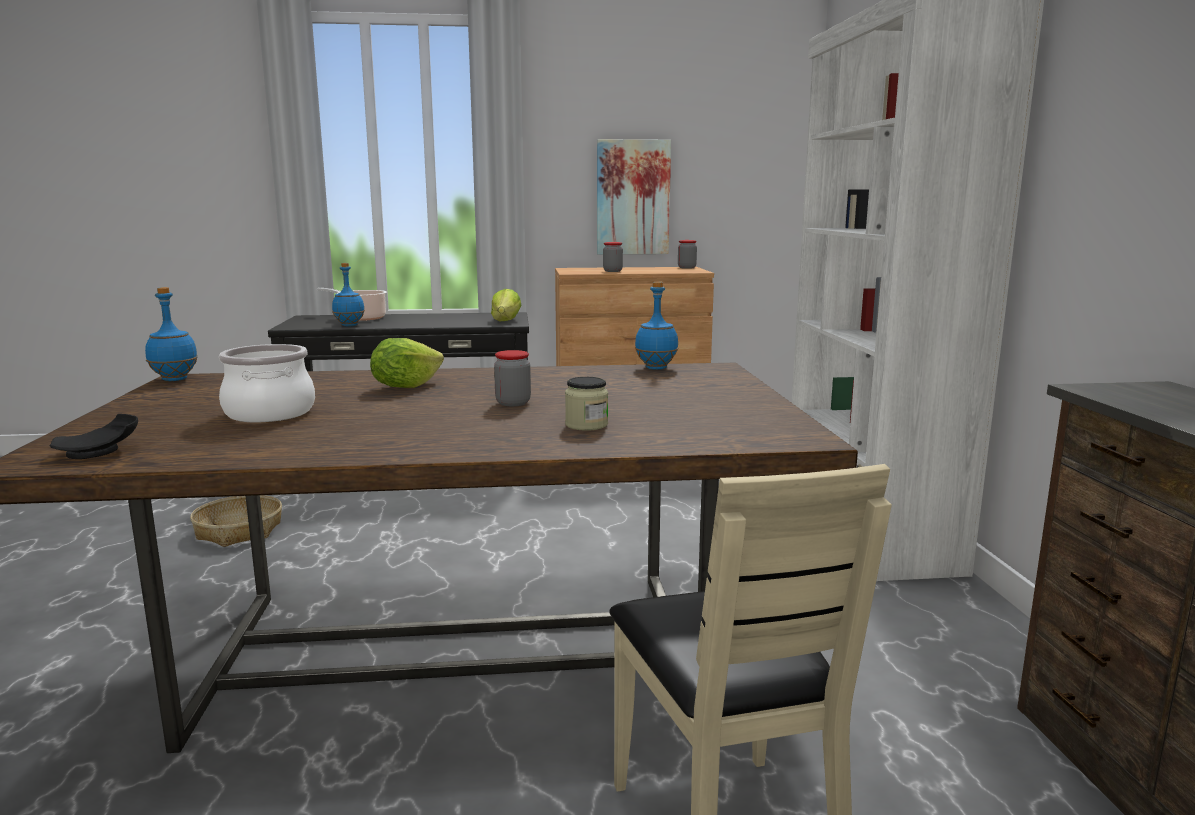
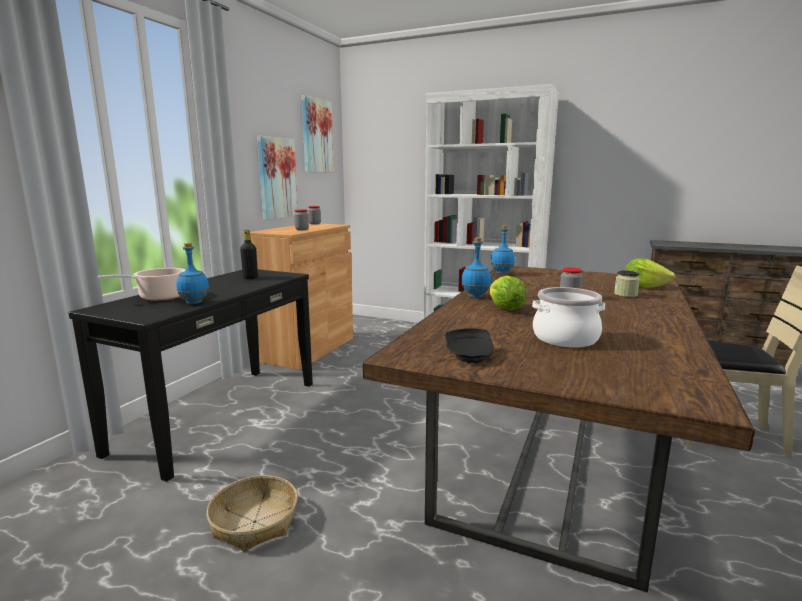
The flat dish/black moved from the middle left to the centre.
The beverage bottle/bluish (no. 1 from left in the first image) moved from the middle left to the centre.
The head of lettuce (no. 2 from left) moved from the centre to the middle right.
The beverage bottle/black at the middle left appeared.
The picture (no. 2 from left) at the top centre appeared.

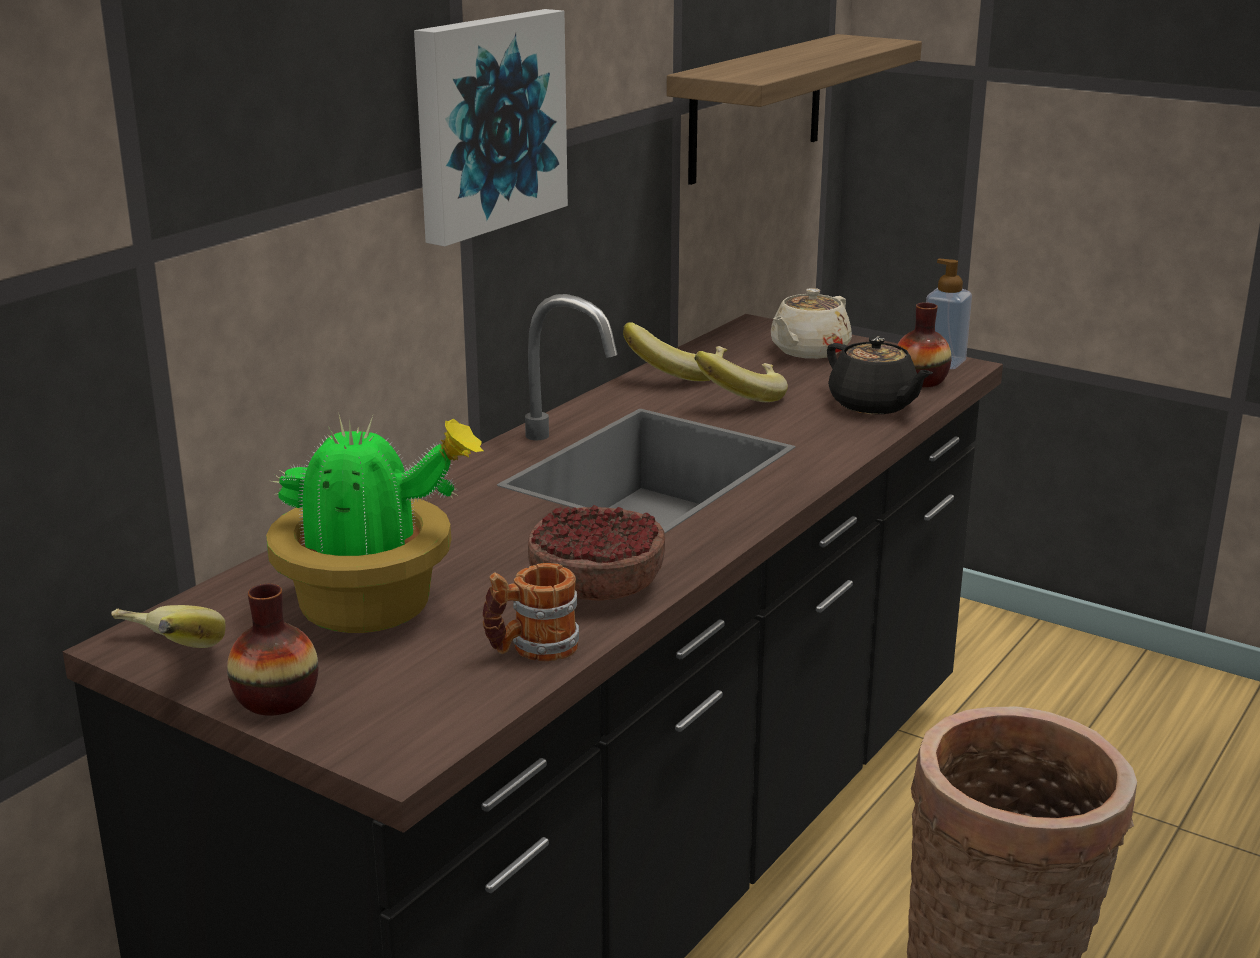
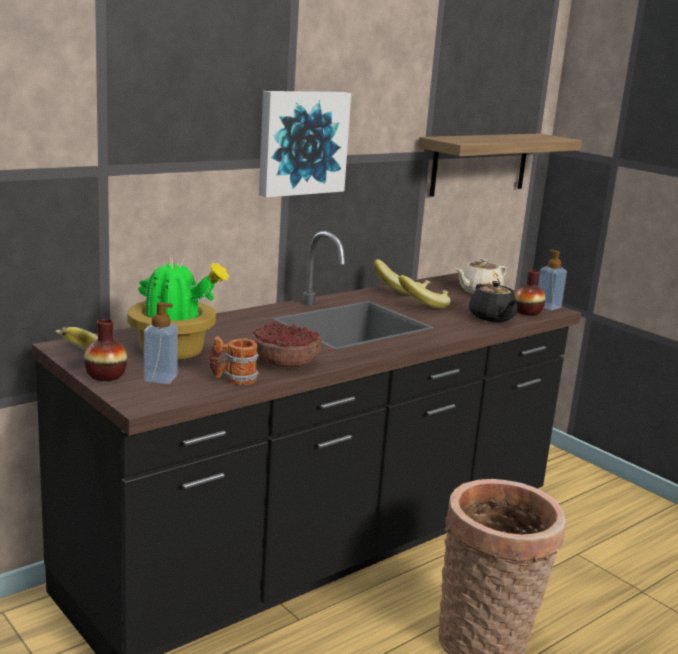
The liquid soap bottle (no. 1 from left) at the middle left appeared.

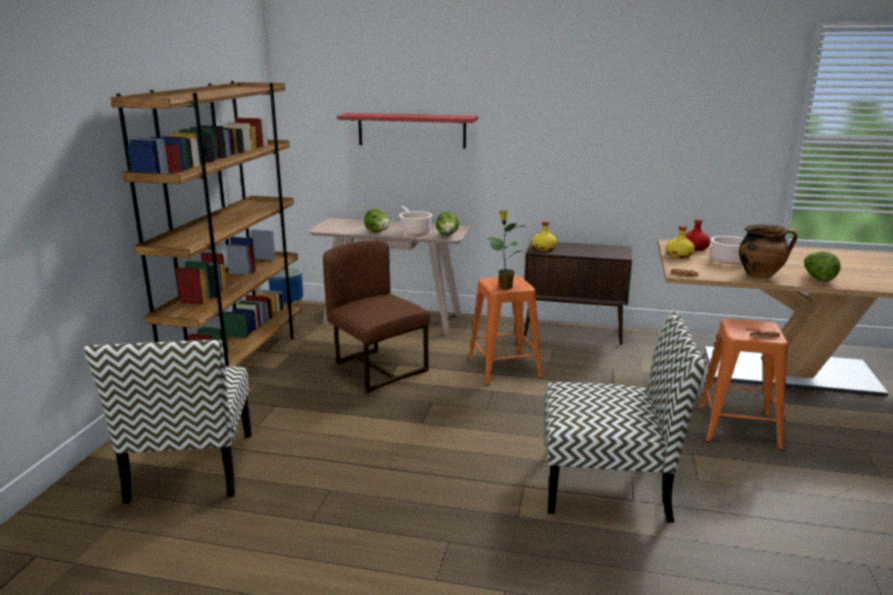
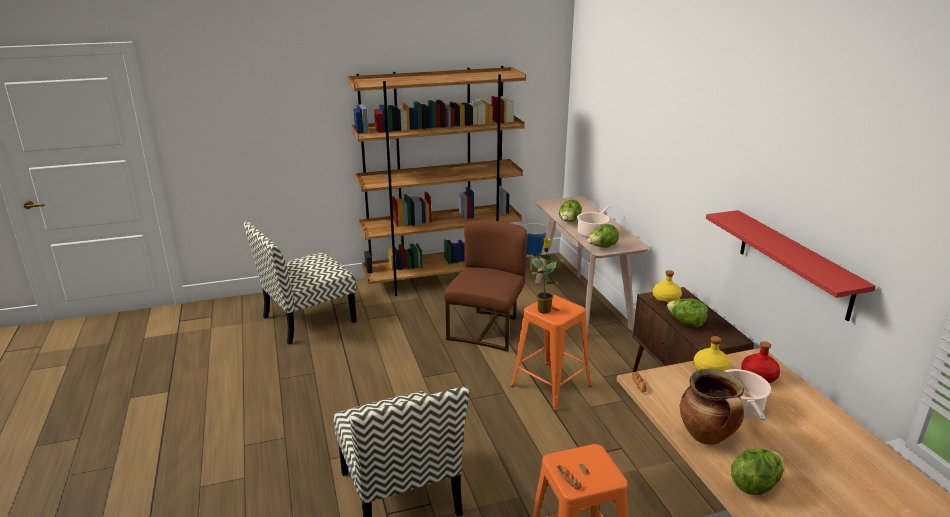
The shelf/red-coloured moved from the top centre to the middle right.
The head of lettuce (no. 3 from left) at the middle right appeared.

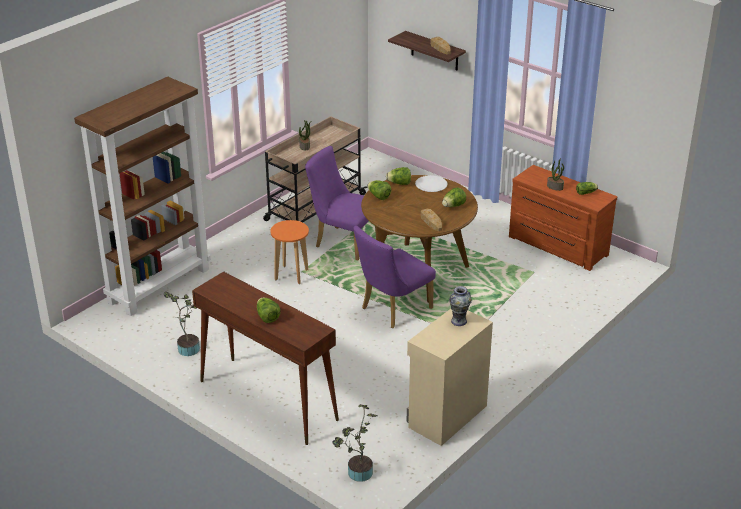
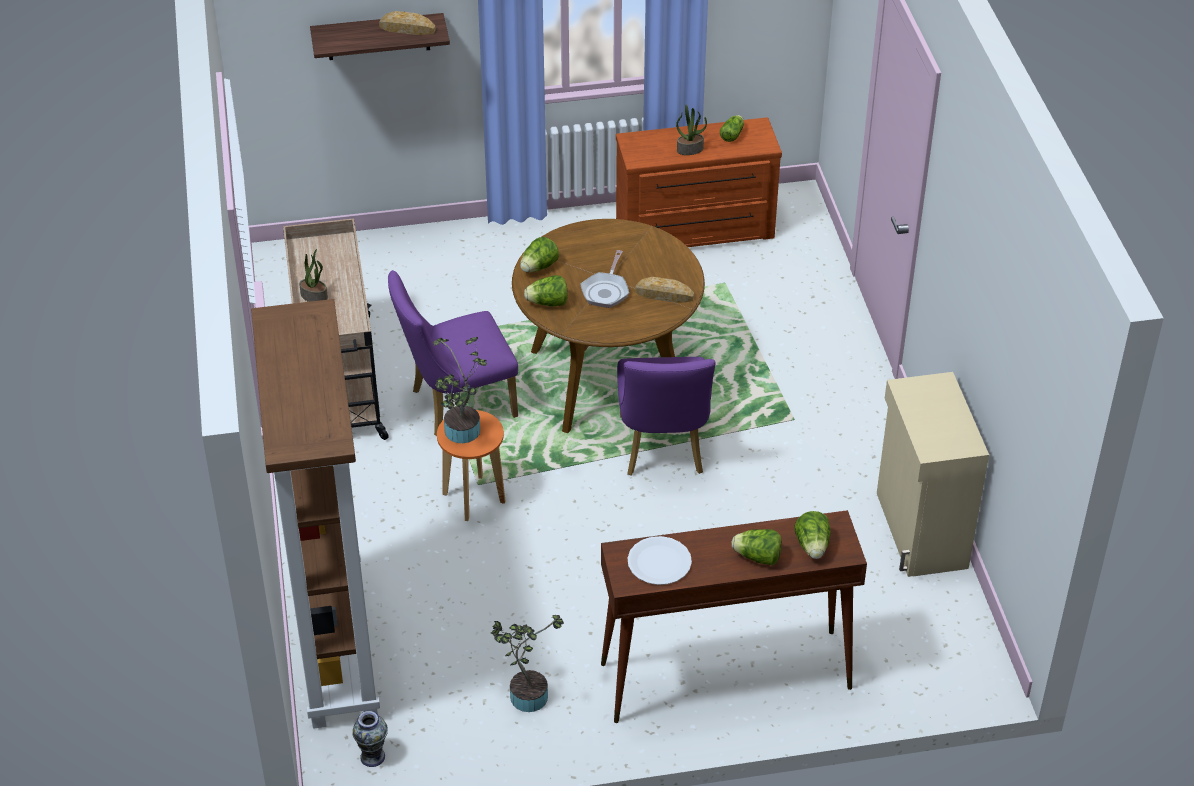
The potted plant (no. 3 from left in the first image) moved from the bottom centre to the centre.
The flat dish/whitish moved from the centre to the bottom centre.
The head of lettuce (no. 4 from left in the first image) moved from the centre to the bottom right.
The vase moved from the centre to the bottom left.
The frying pan at the centre appeared.

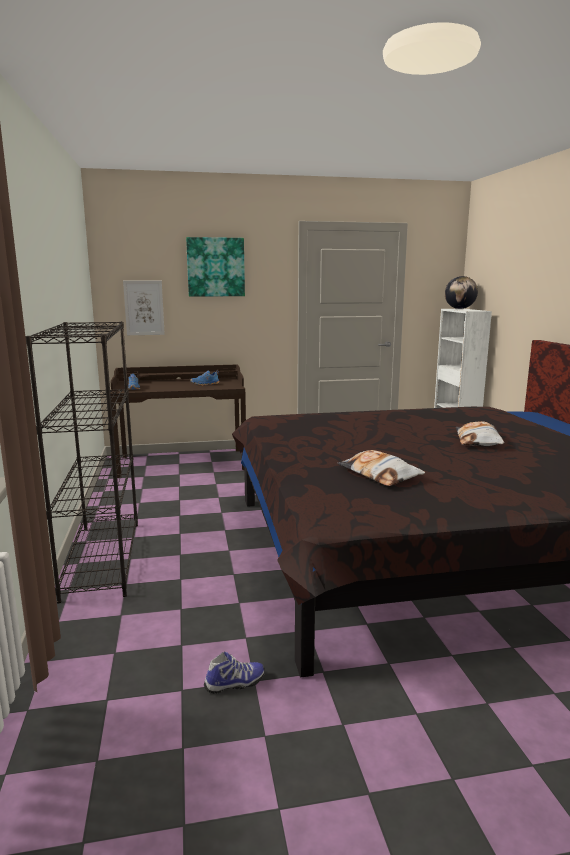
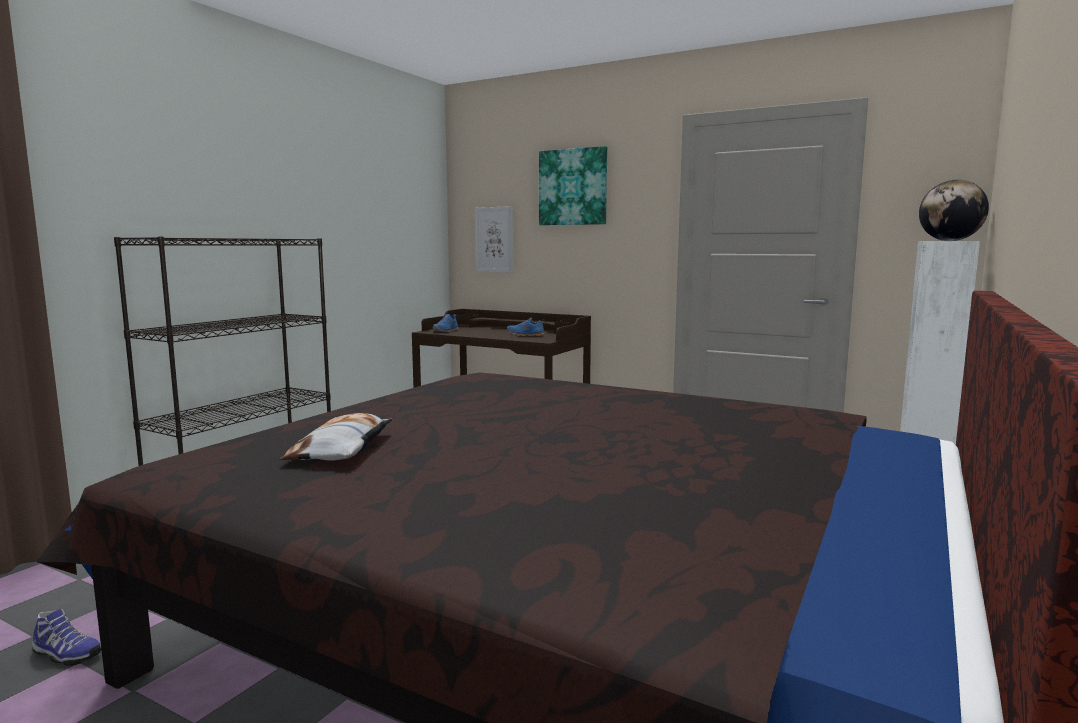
The cushion (no. 2 from left) at the middle right disappeared.

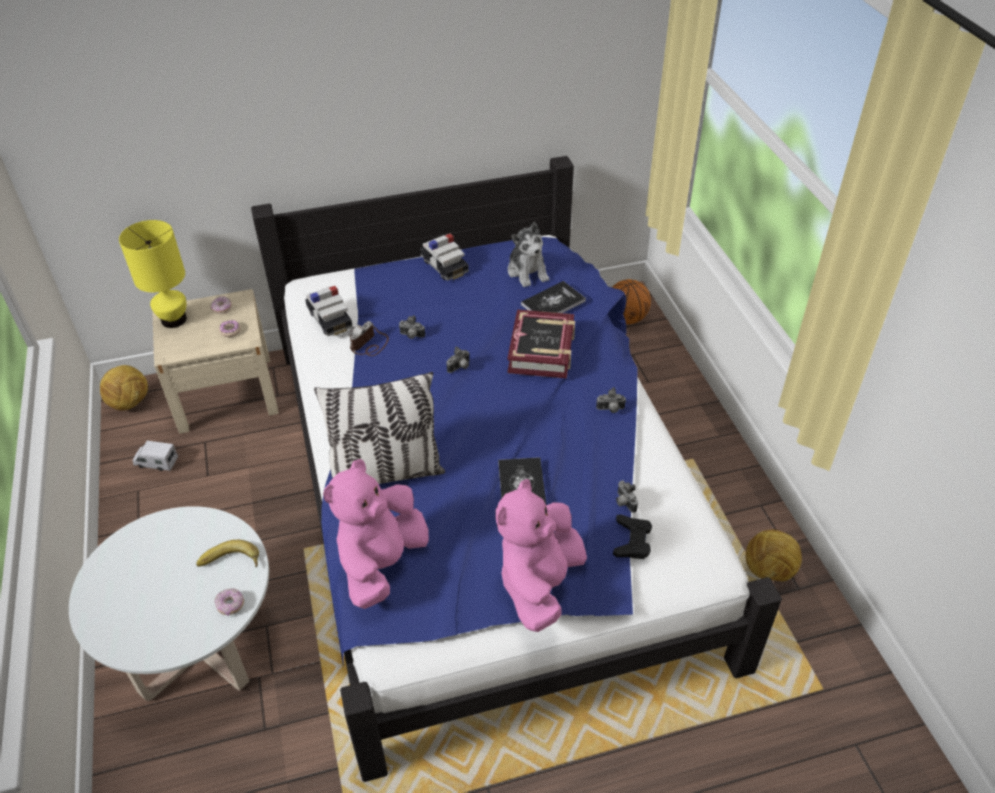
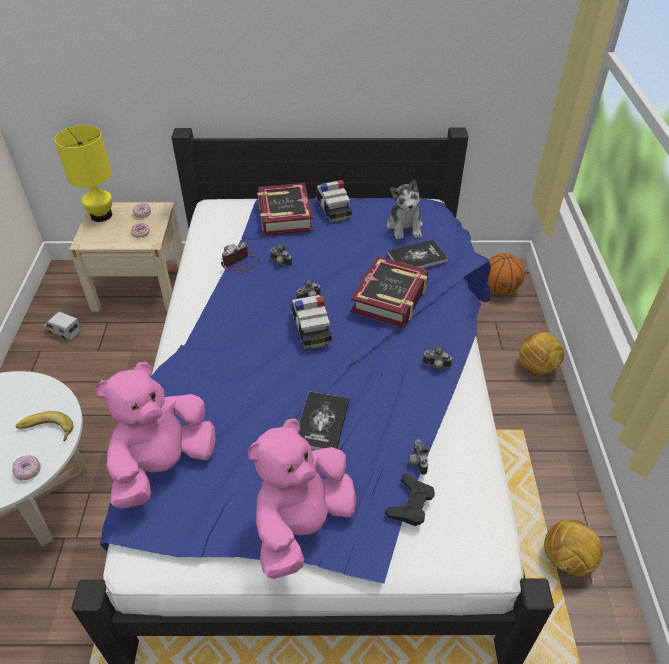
The football ball (no. 1 from left) moved from the middle left to the middle right.
The model car (no. 1 from left) moved from the middle left to the centre.
The cushion at the centre disappeared.
The volume (no. 1 from left) at the top centre appeared.

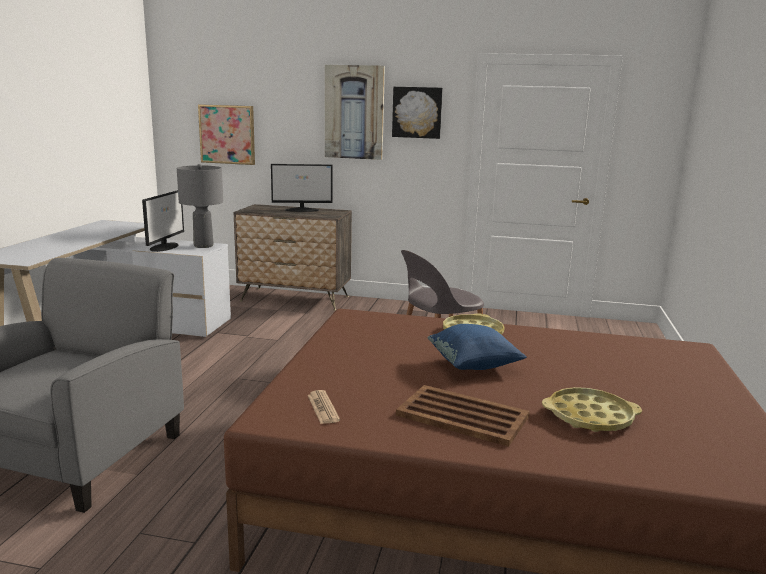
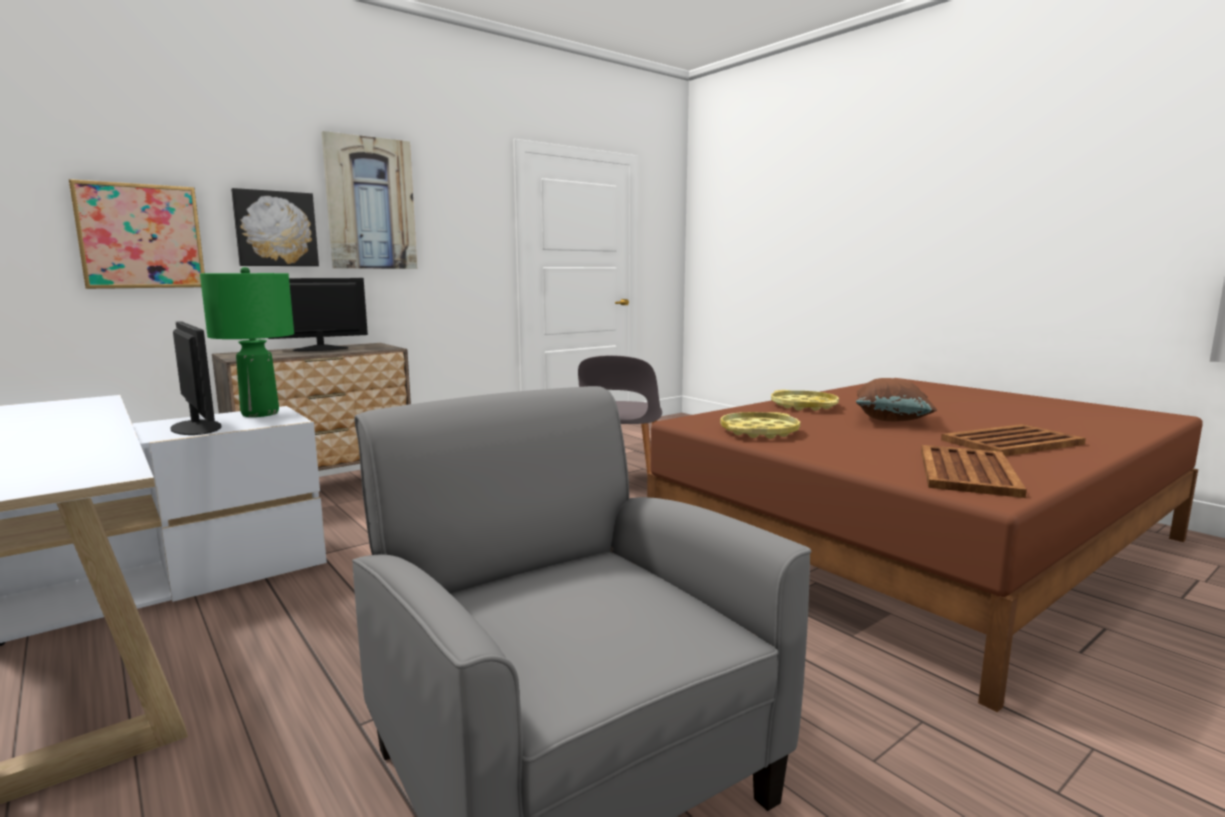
The tabletop lamp/gray at the middle left became the tabletop lamp/green-coloured at the middle left.
The computer display (no. 2 from left) at the top centre turned 150 degrees counterclockwise.
The daily paper at the bottom centre was replaced by the tray/brown-coloured (no. 1 from left) at the middle right.
The picture (no. 3 from left in the first image) moved from the top centre to the top left.
The cushion/bluish at the centre became the cushion/brown-coloured at the middle right.
The tray/yellow (no. 2 from left in the first image) moved from the bottom right to the centre.

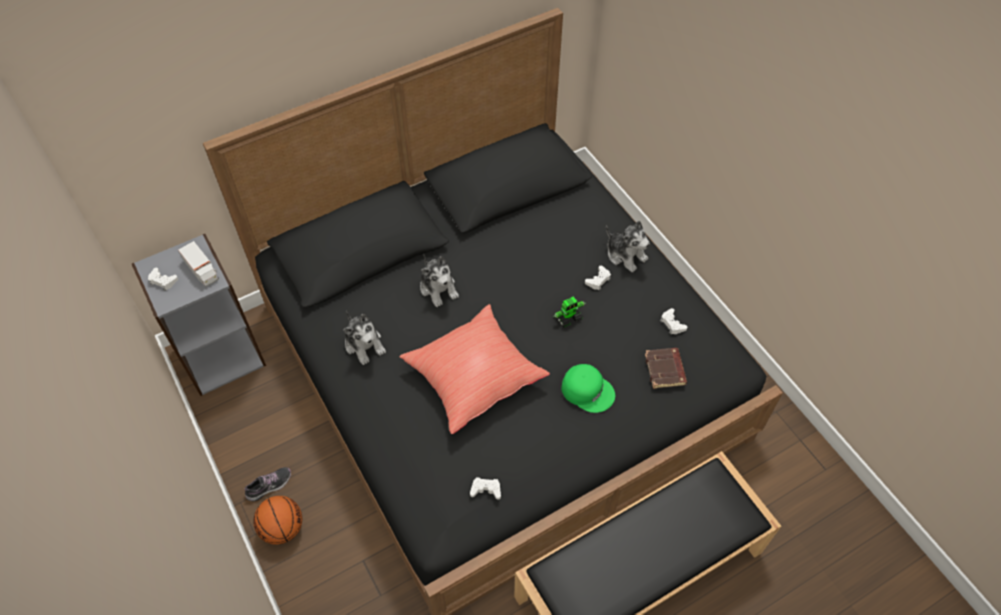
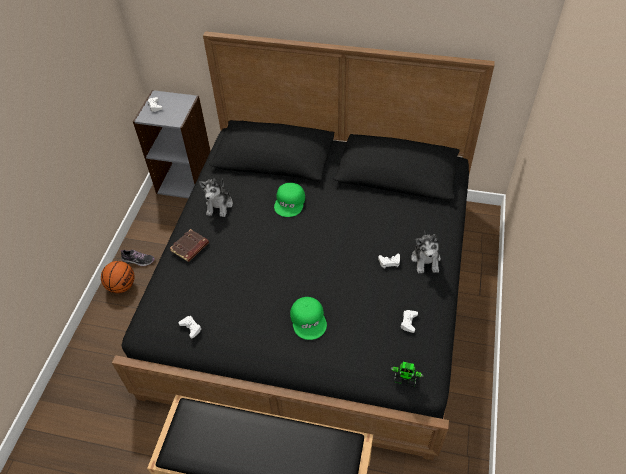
The model truck at the middle left disappeared.
The cushion/red-coloured at the centre disappeared.
The plush toy (no. 2 from left) at the centre was replaced by the cap/green-coloured (no. 1 from left) at the centre.
The model robot moved from the centre to the bottom centre.
The volume/brown-coloured moved from the centre to the middle left.

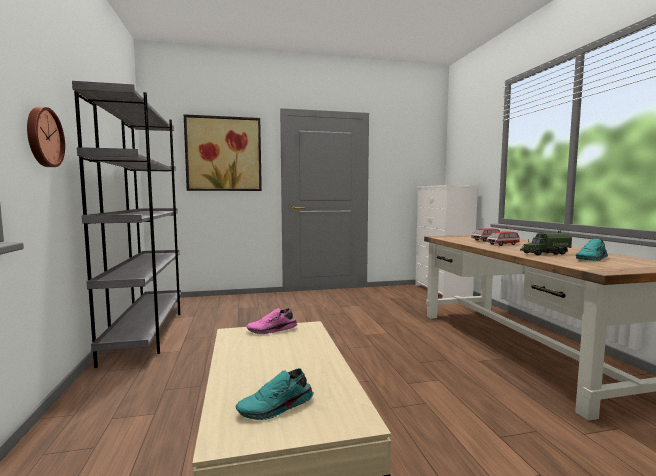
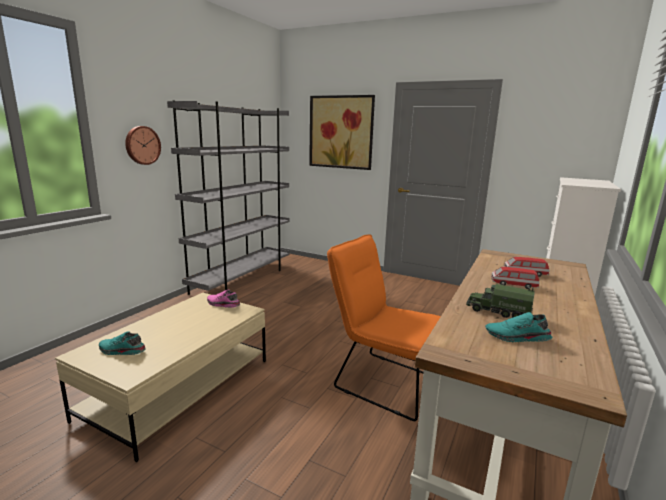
The plain chair/orange at the centre appeared.

